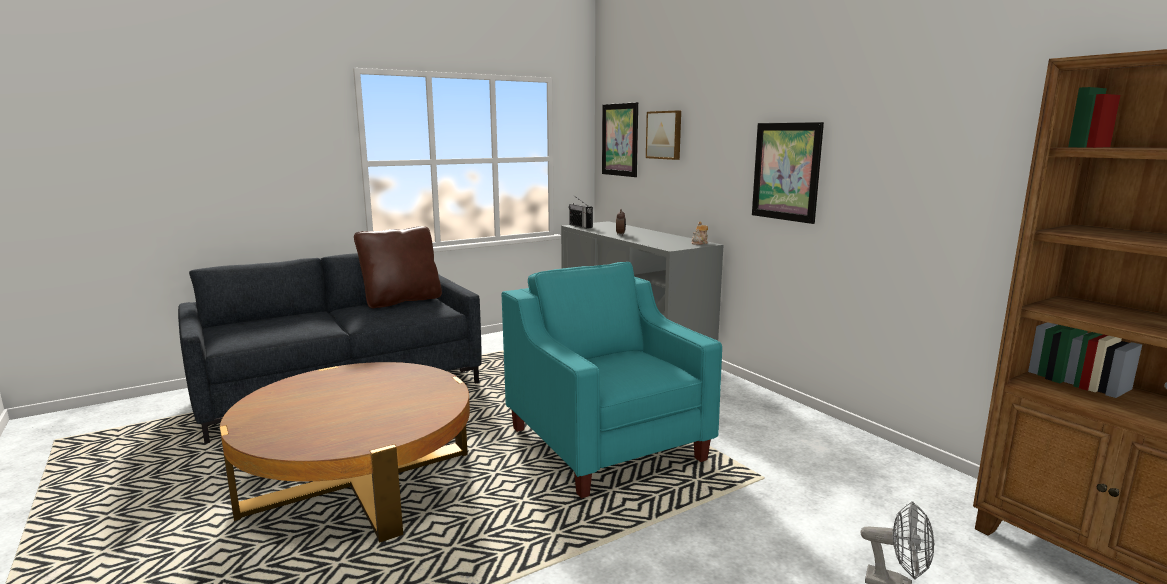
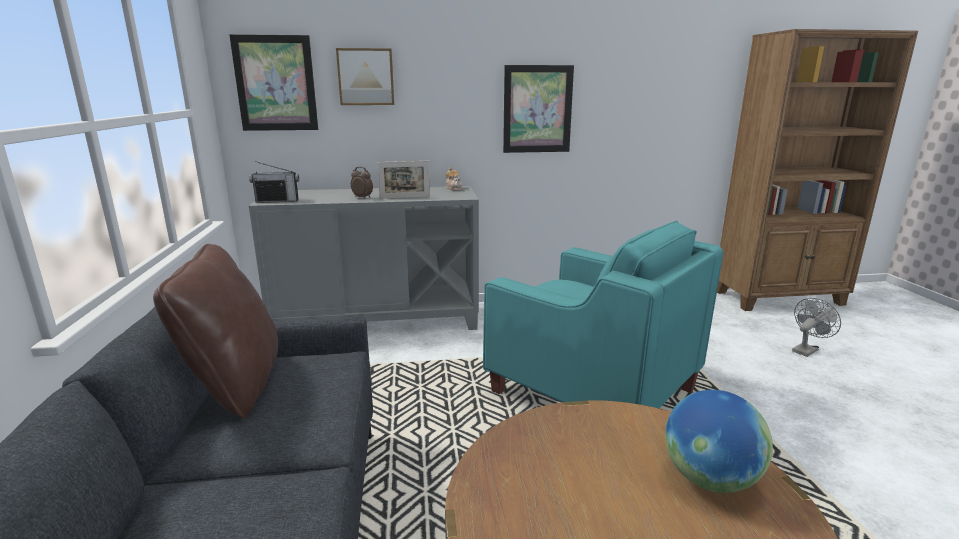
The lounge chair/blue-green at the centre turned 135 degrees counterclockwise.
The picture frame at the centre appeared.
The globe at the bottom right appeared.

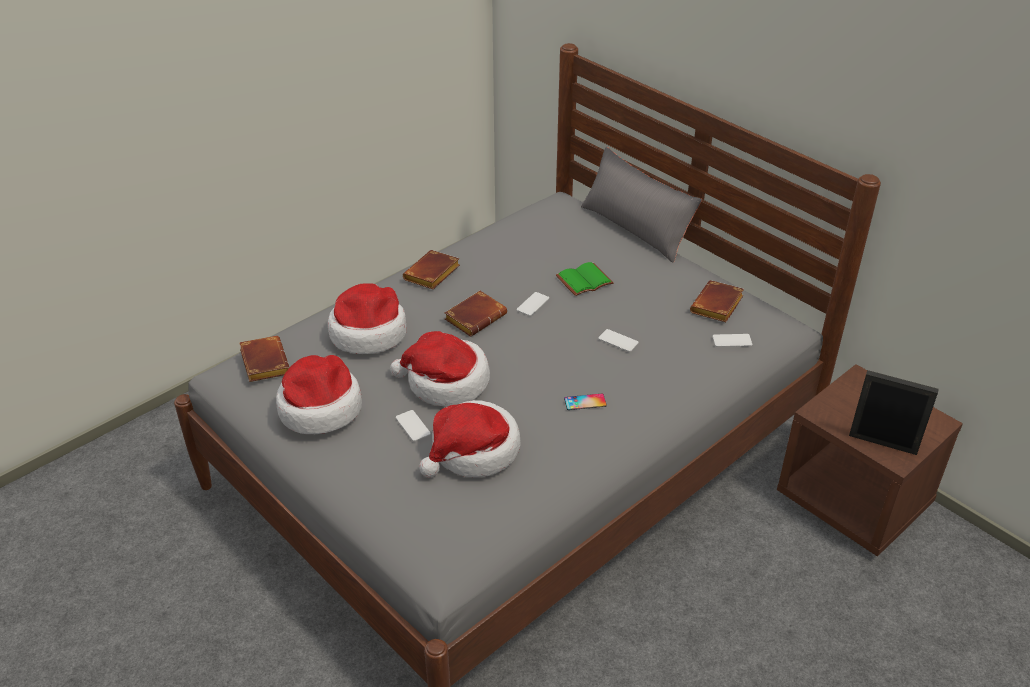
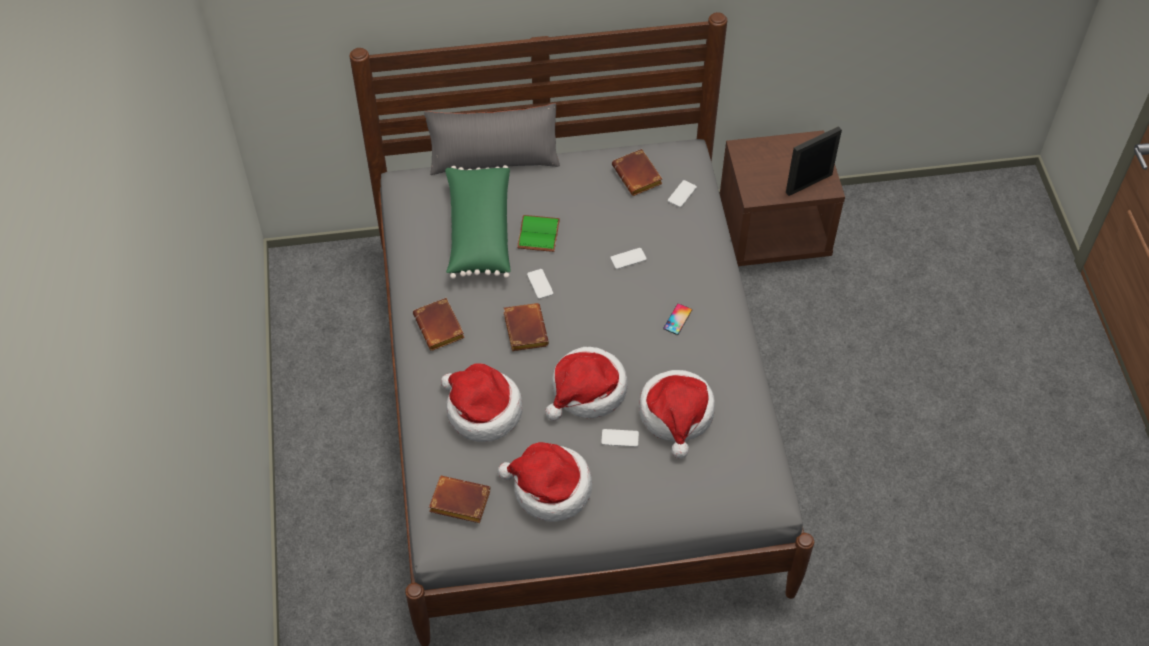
The cushion/green-coloured at the centre appeared.

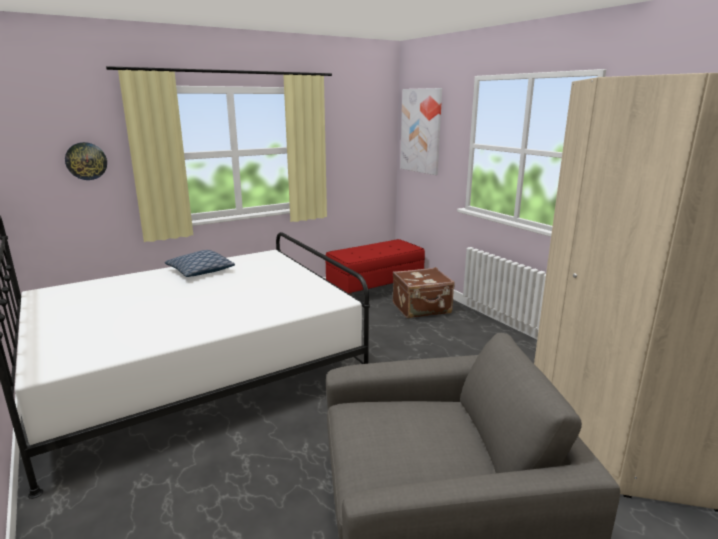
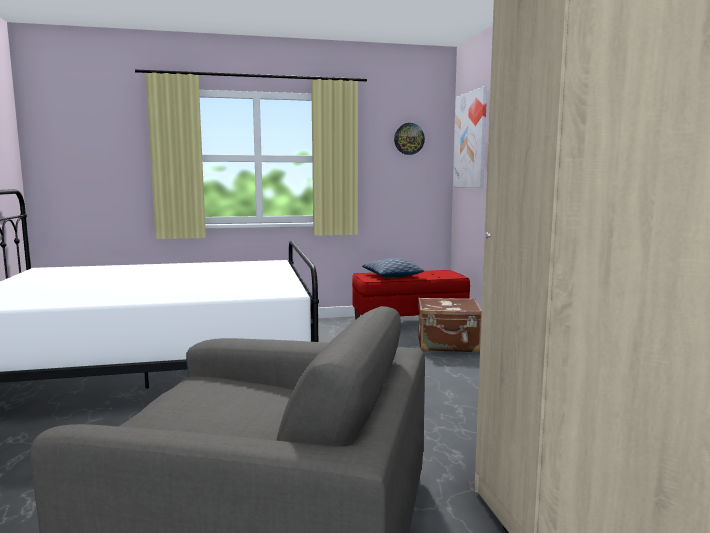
The clock on the wall moved from the top left to the top centre.
The cushion moved from the middle left to the centre.

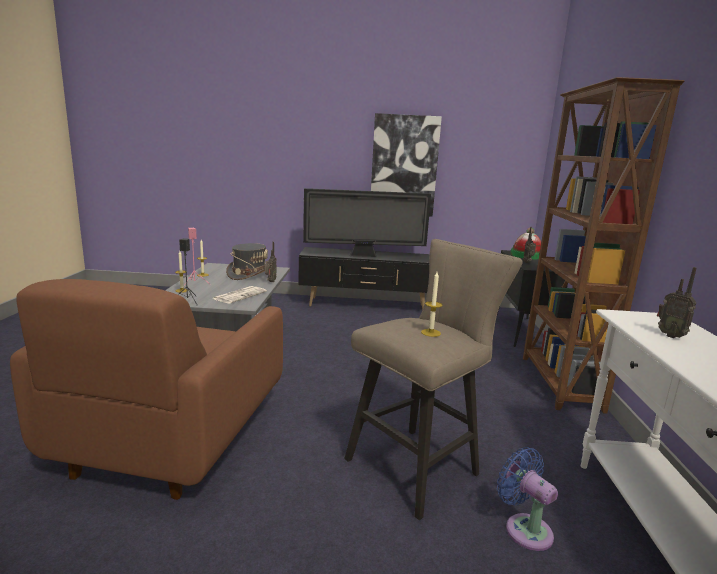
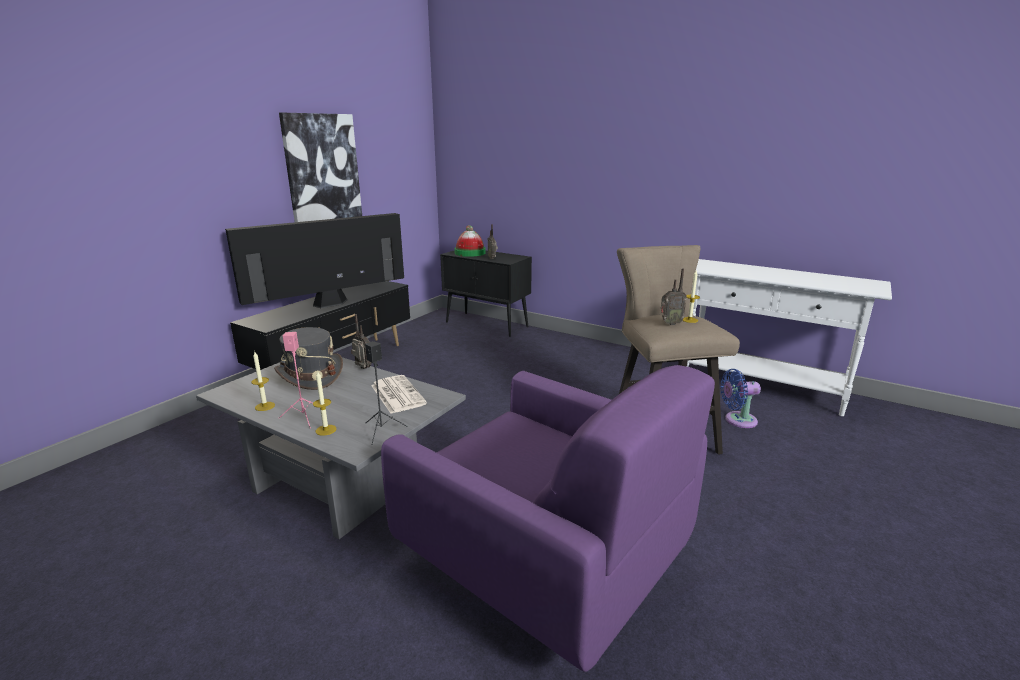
The lounge chair/brown-coloured at the bottom left became the lounge chair/purplish at the bottom centre.
The TV set at the centre turned 150 degrees counterclockwise.
The bookshelf/brown-coloured at the middle right disappeared.
The radio (no. 3 from left) moved from the middle right to the centre.

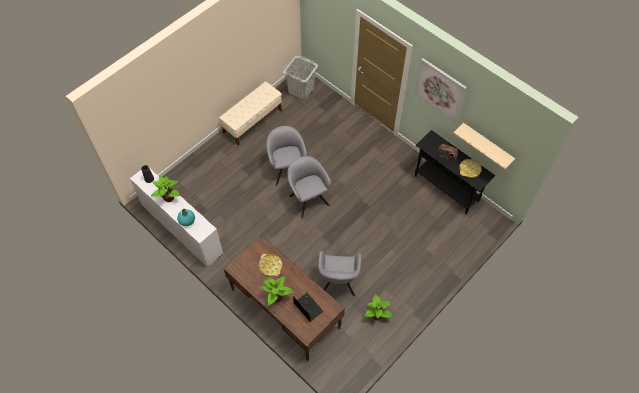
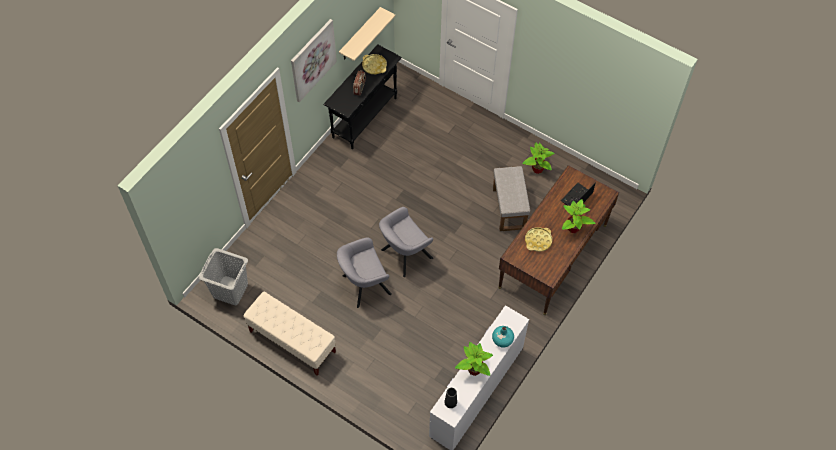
The lounge chair/gray (no. 3 from left) at the bottom centre was replaced by the ottoman/gray at the centre.

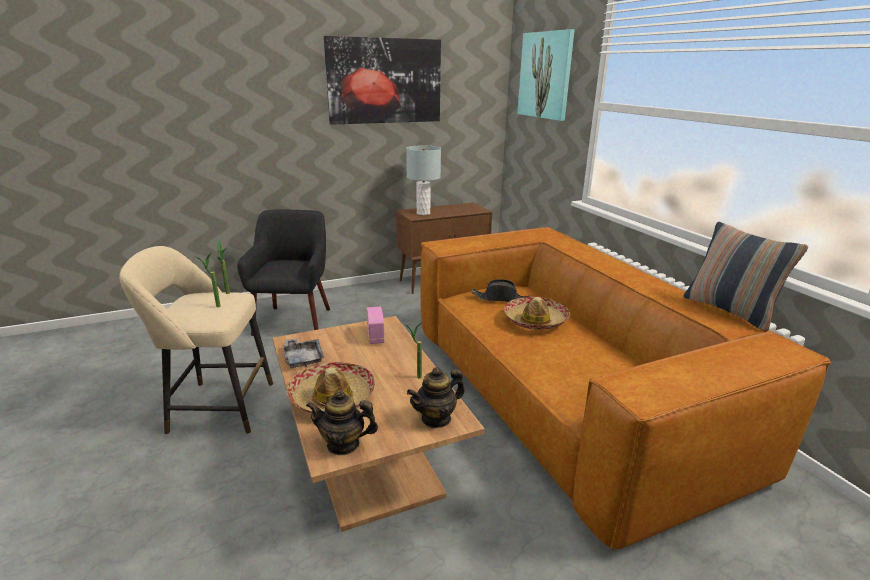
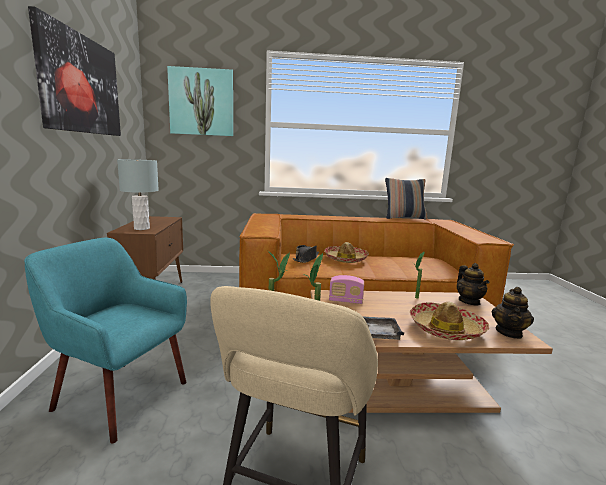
The lounge chair/black at the middle left became the lounge chair/blue-green at the bottom left.

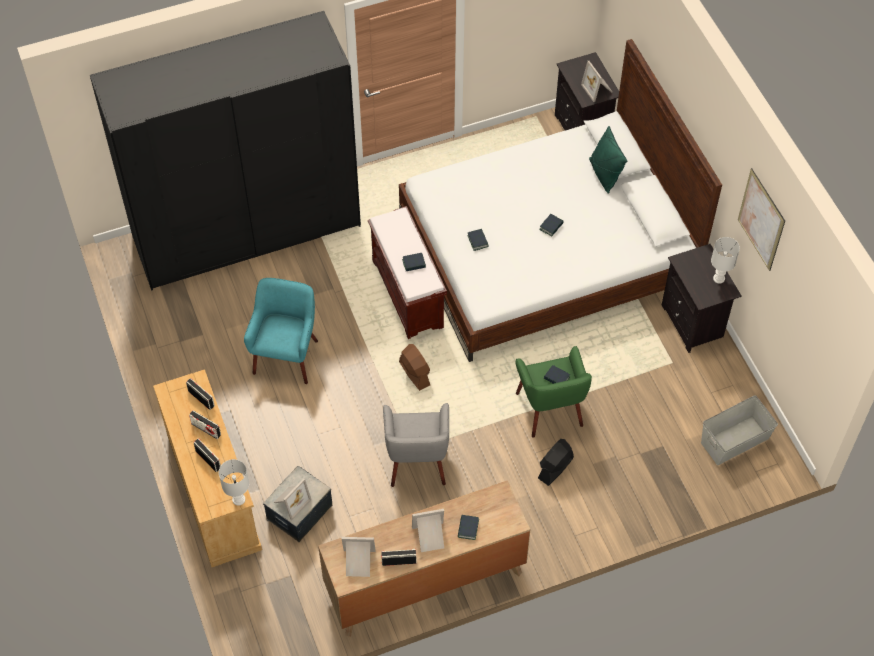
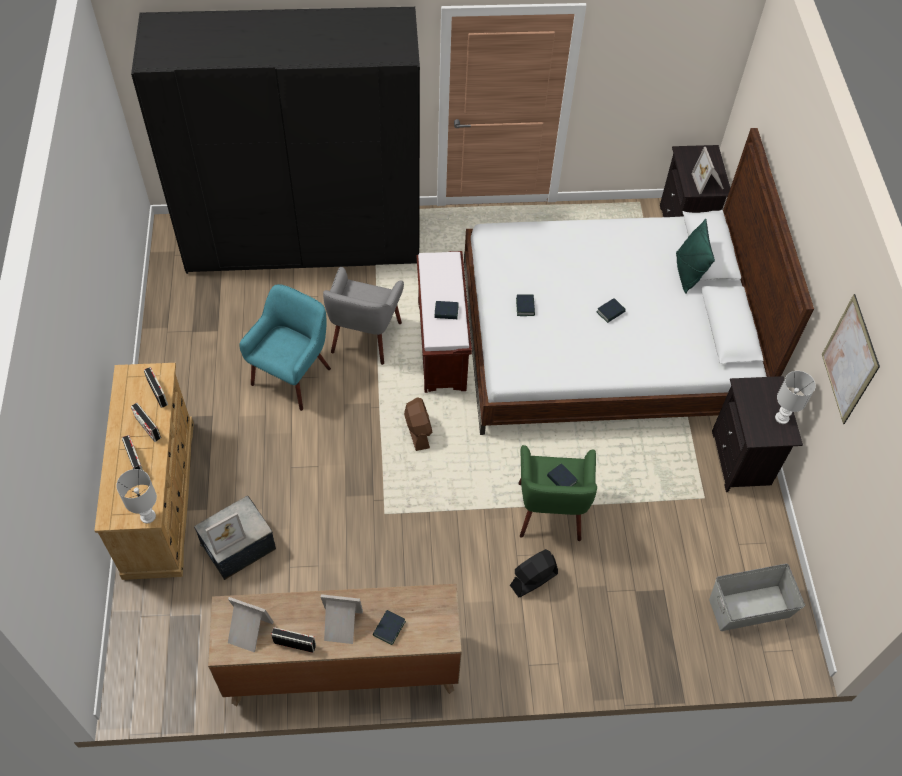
The lounge chair/gray moved from the bottom centre to the centre.

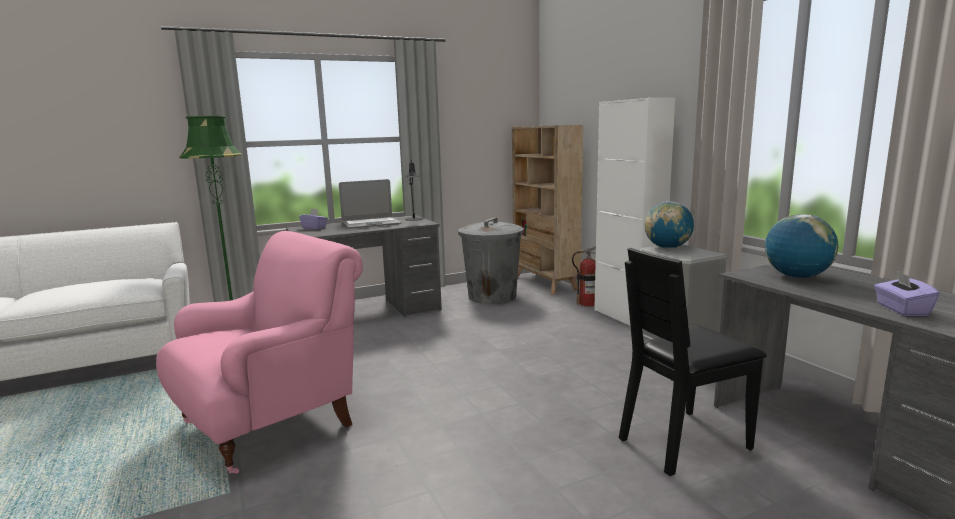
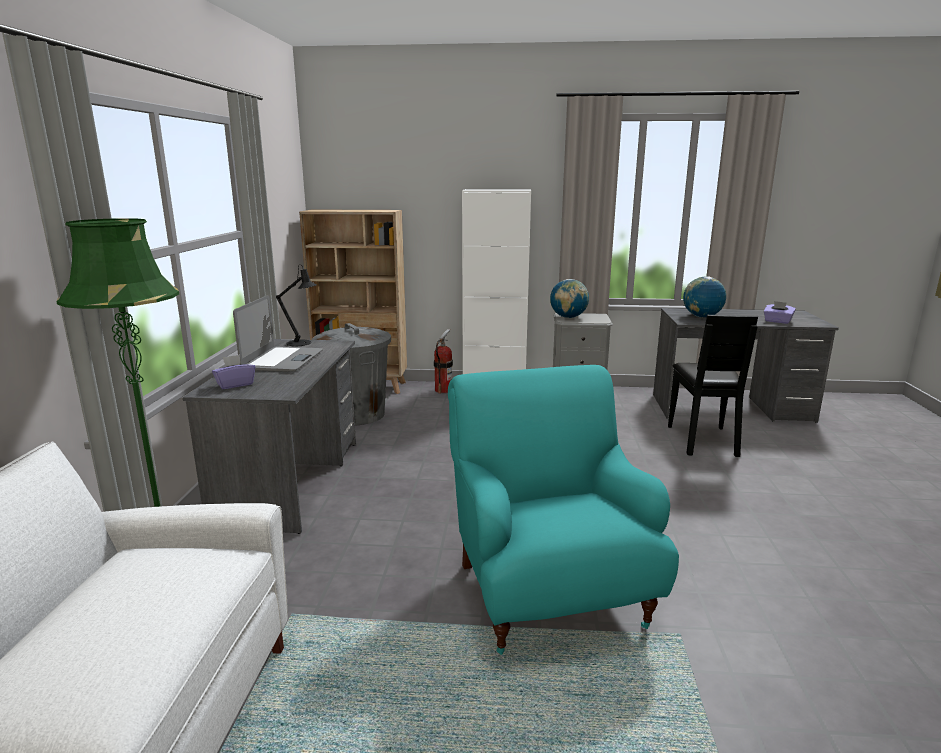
The lounge chair/pinkish at the bottom left became the lounge chair/blue-green at the bottom centre.

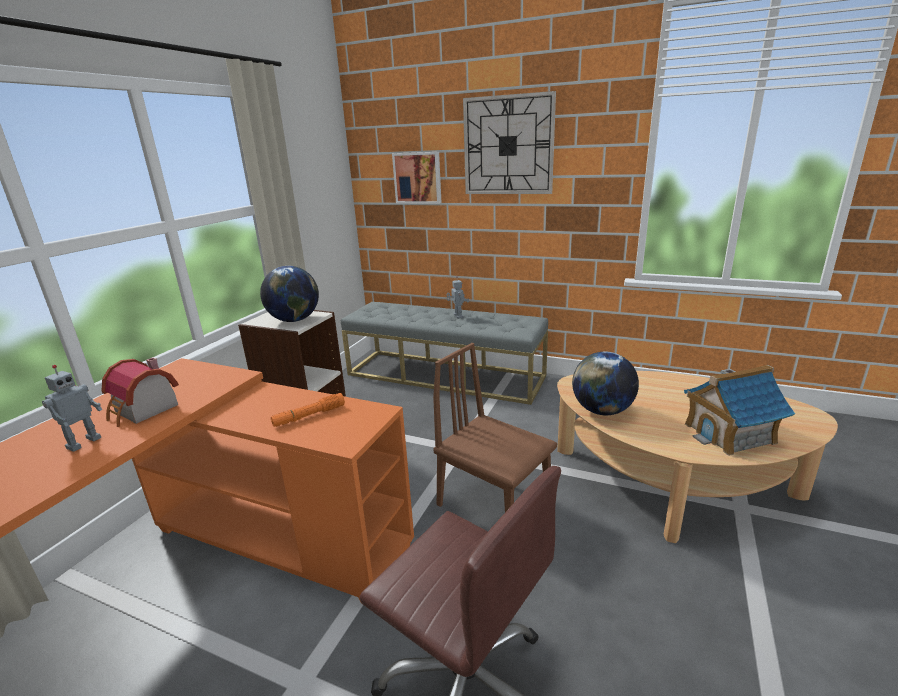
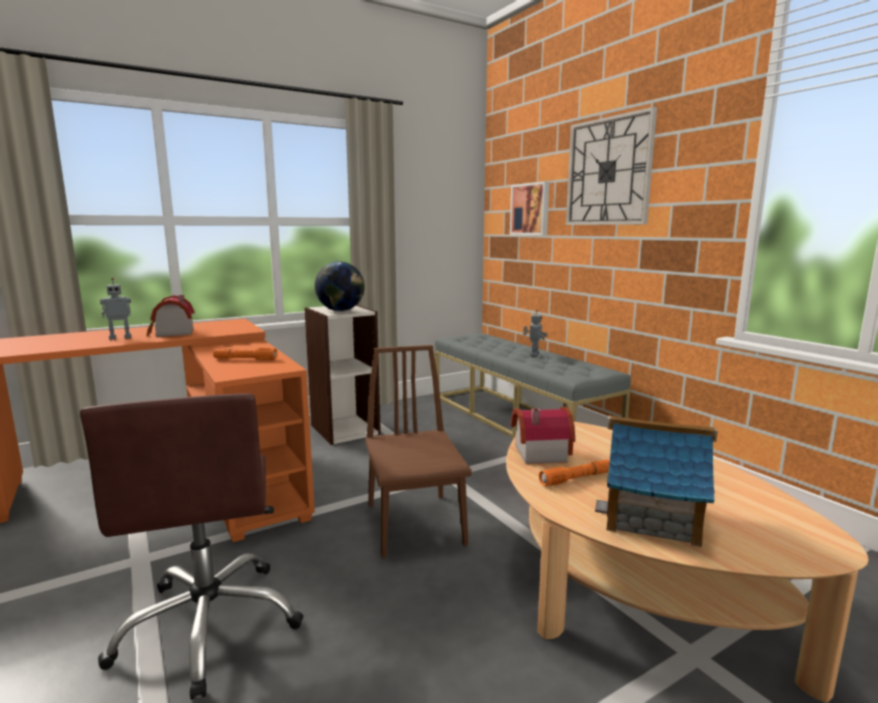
The globe (no. 2 from left) at the middle right was replaced by the toy house (no. 2 from left) at the centre.
The hand torch/orange (no. 2 from left) at the bottom centre appeared.

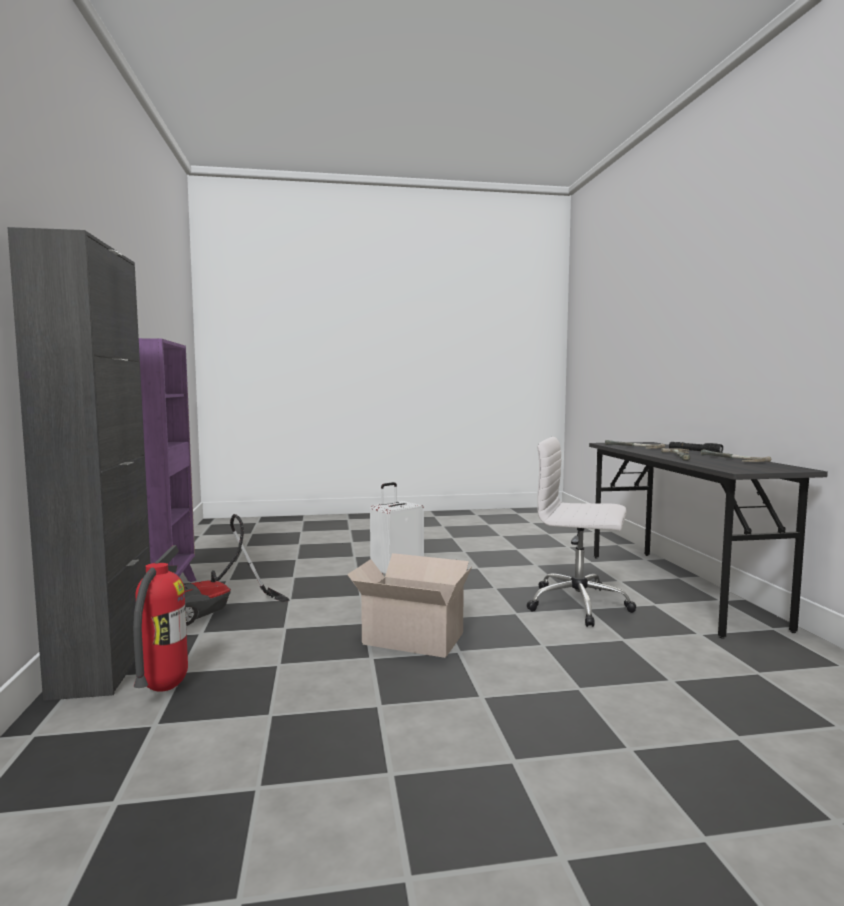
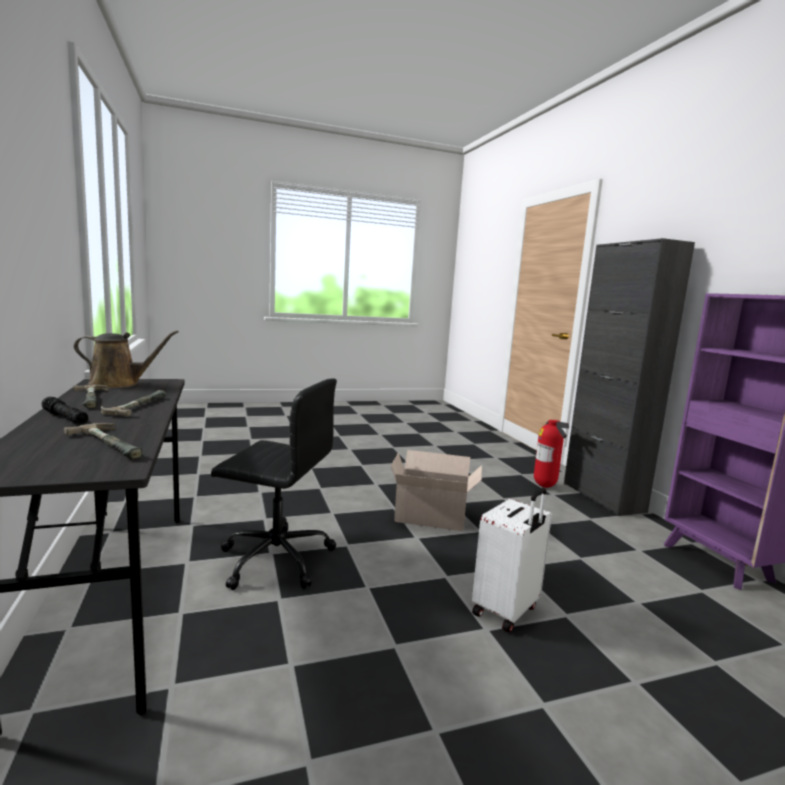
The hoover at the middle left disappeared.
The office chair/whitish at the middle right became the office chair/black at the centre.
The sprinkling can/brown-coloured at the middle left appeared.

